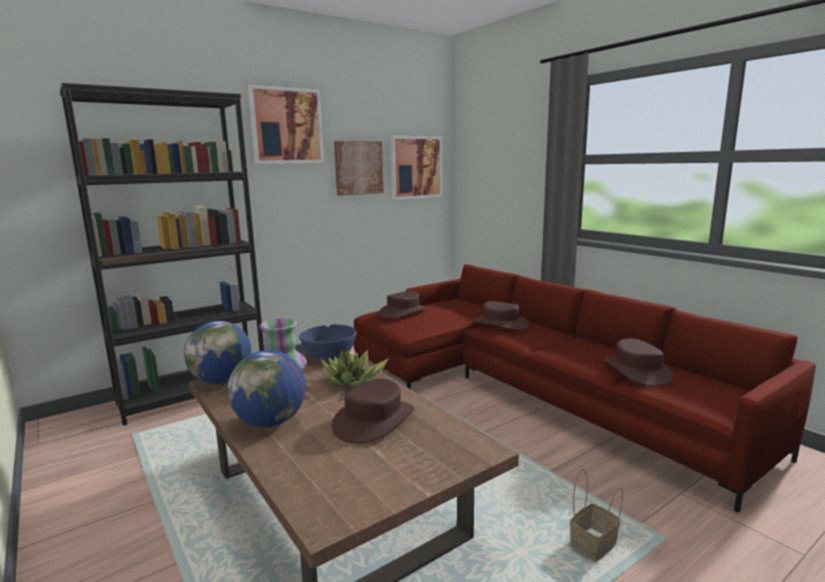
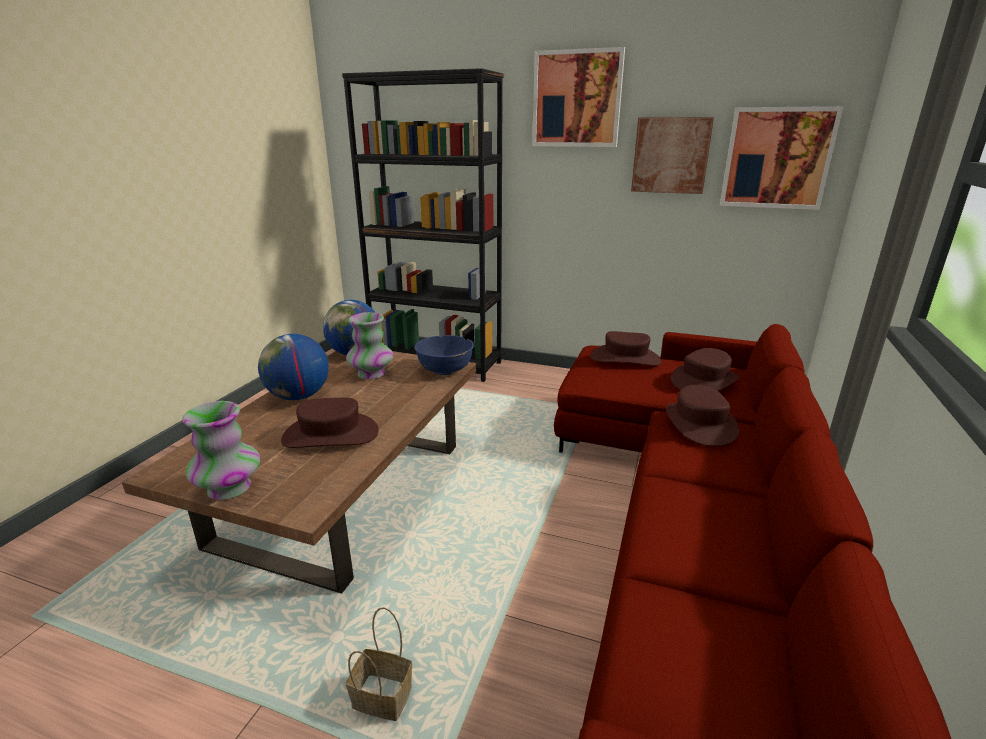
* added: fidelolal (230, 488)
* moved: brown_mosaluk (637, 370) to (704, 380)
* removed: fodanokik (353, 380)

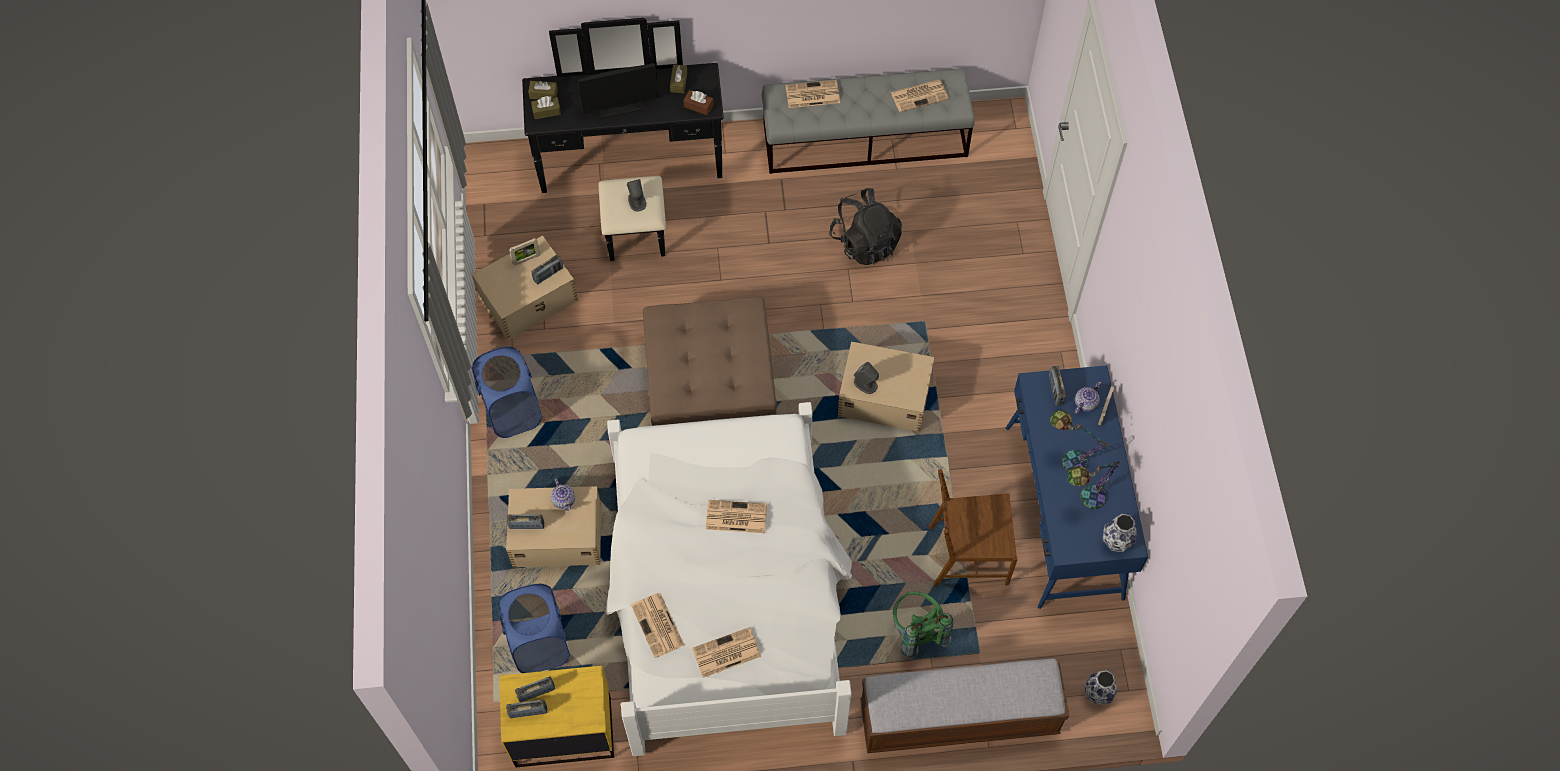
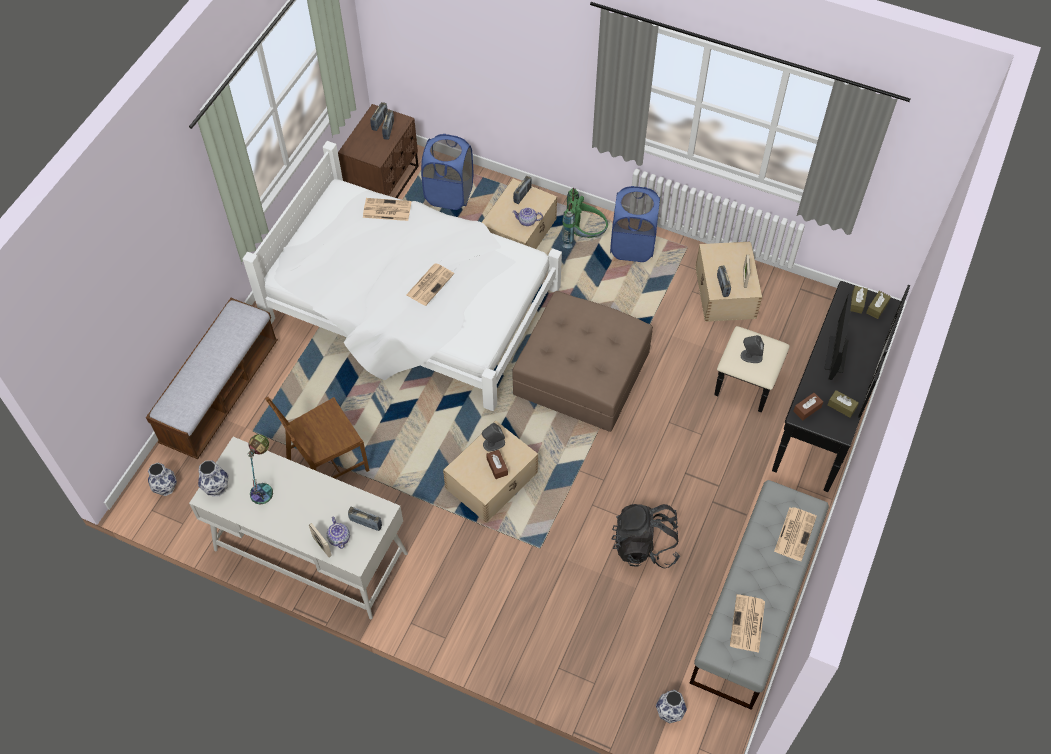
* recoloured: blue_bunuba (1063, 511) to white_bunuba (310, 551)
* turned: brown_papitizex (967, 555) = (327, 464) 150 degrees counterclockwise
* recoloured: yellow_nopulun (563, 731) to brown_nopulun (384, 183)
* added: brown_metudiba (497, 467)
* moved: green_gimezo (917, 631) to (583, 237)
* added: fidelolal (669, 712)
* removed: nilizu (725, 653)
* removed: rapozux (1068, 458)

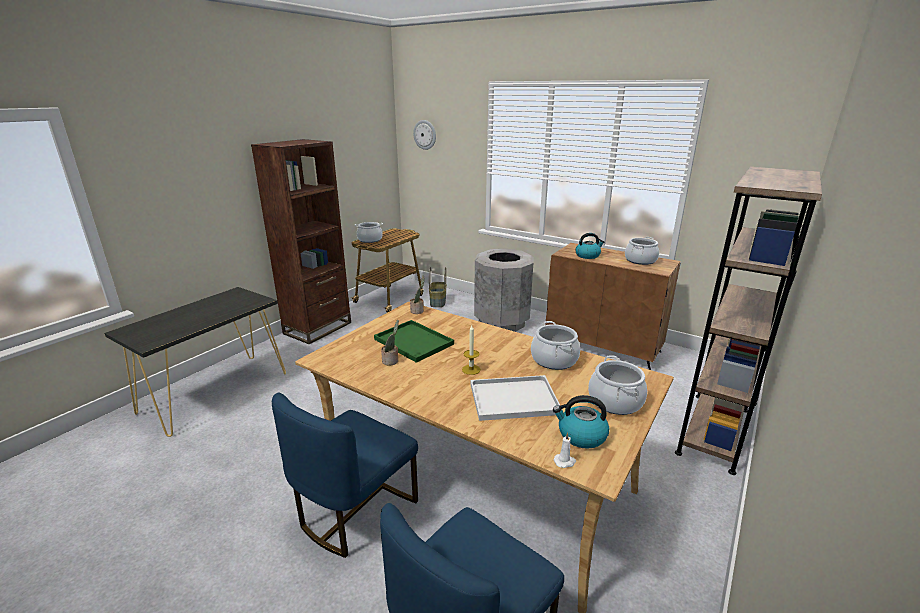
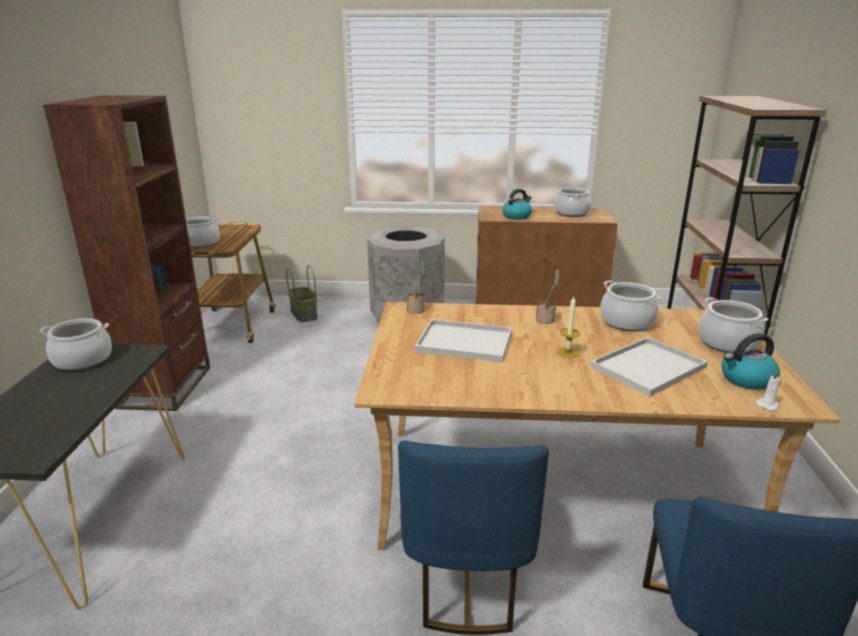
* added: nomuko (83, 360)
* recoloured: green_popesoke (412, 341) to white_popesoke (462, 342)
* moved: fodanokik (391, 361) to (546, 319)
* removed: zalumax (425, 134)

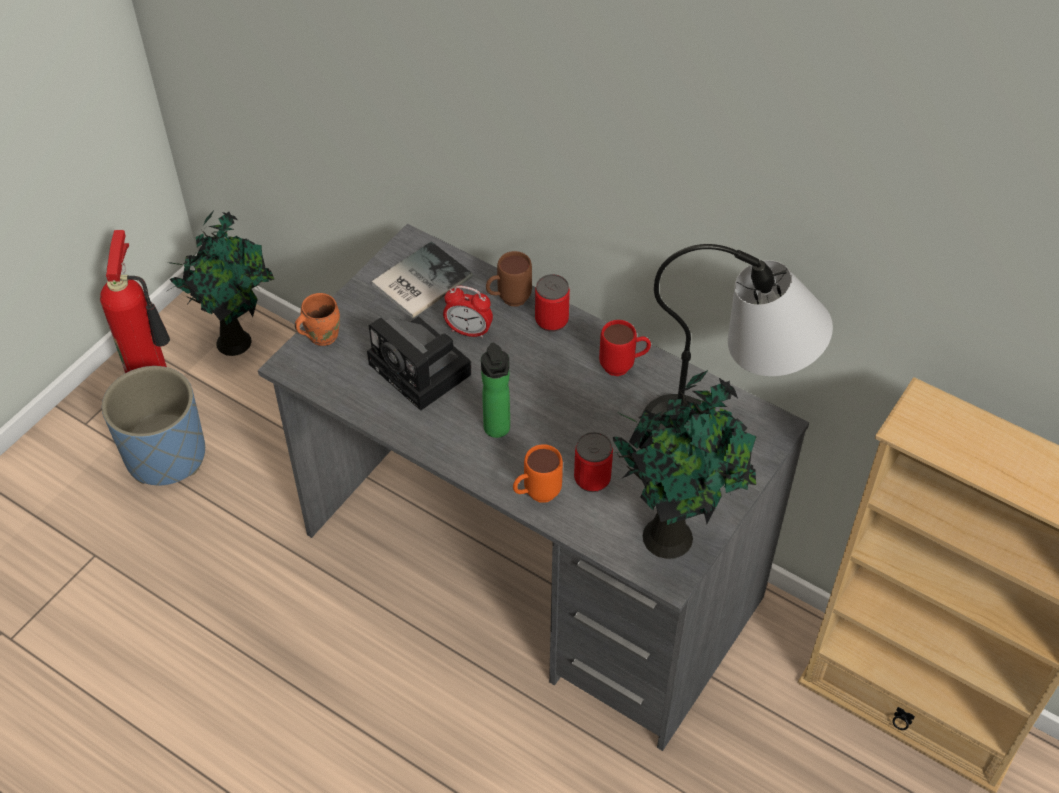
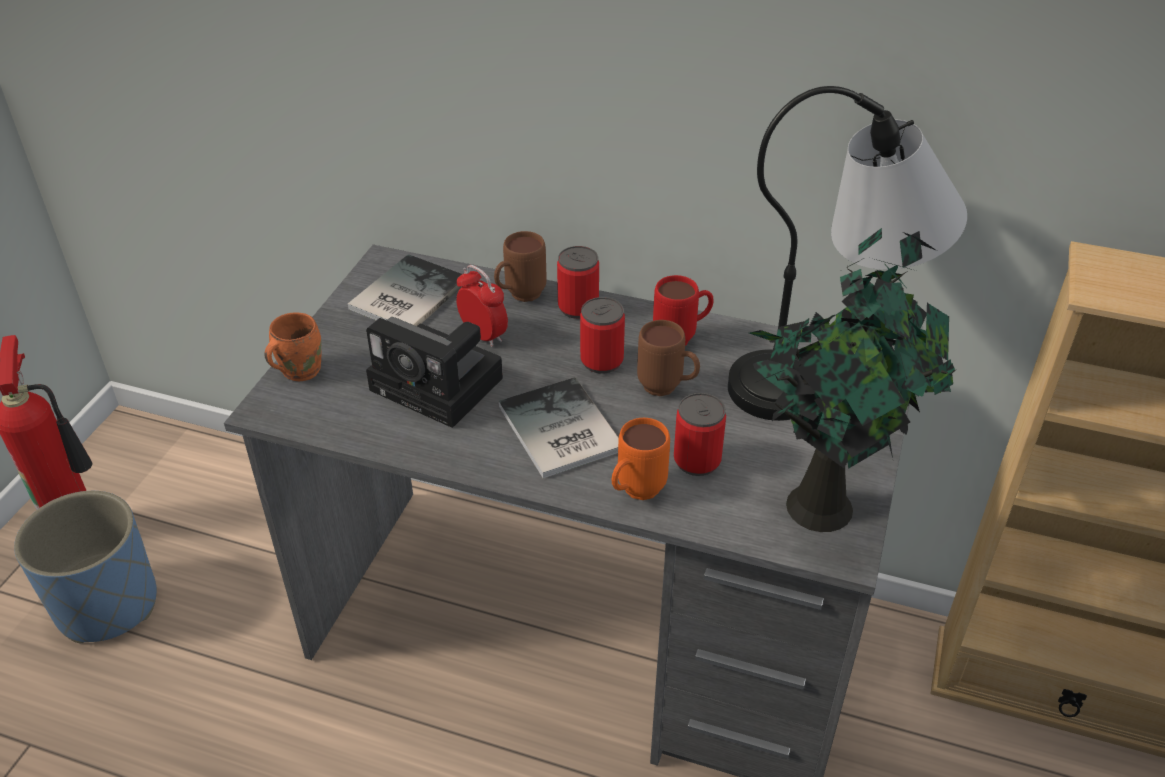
* turned: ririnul (469, 331) = (483, 335) 135 degrees counterclockwise
* replaced: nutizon (497, 431) to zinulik (558, 432)
* added: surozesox (601, 361)
* added: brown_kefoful (667, 389)
* removed: fodanokik (236, 340)

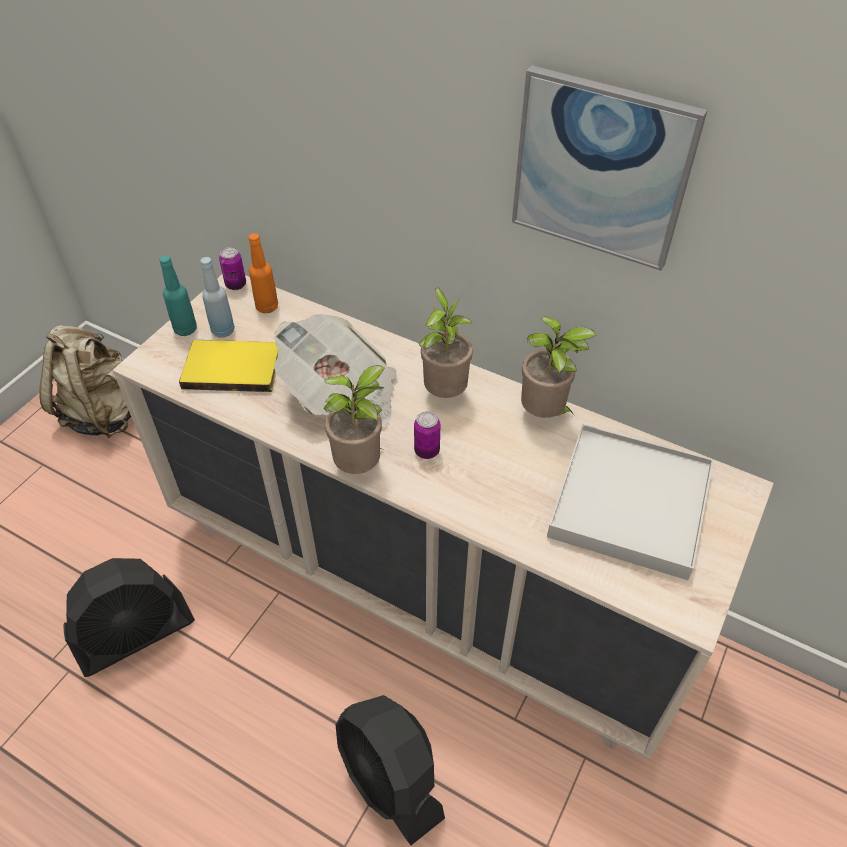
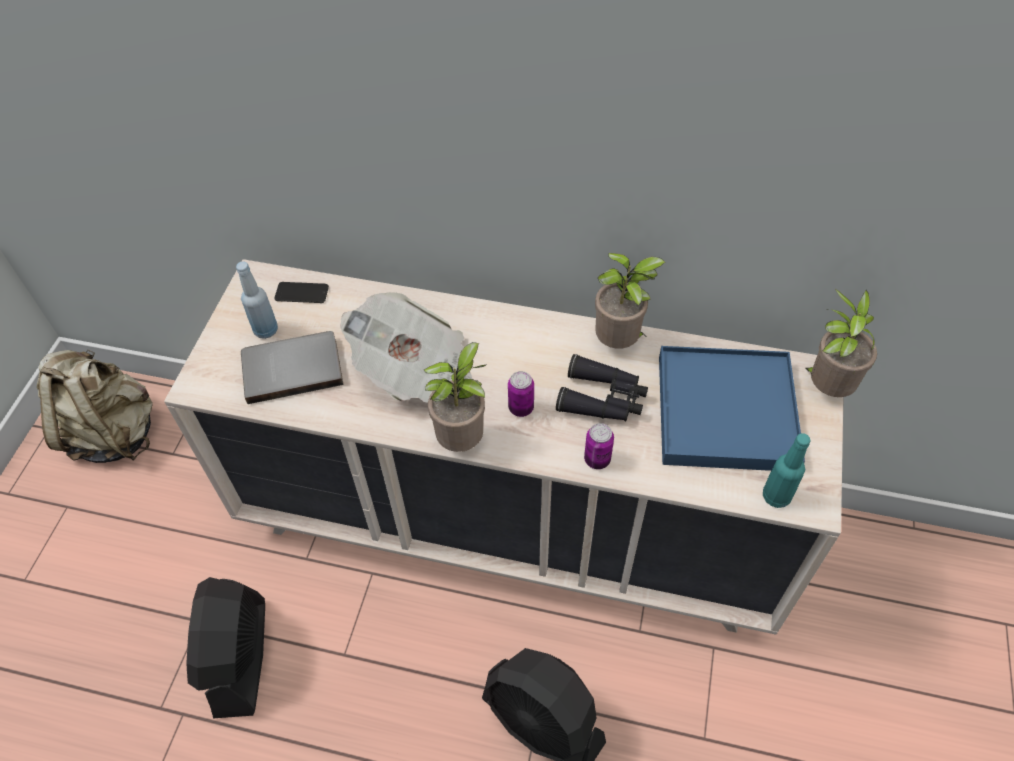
* turned: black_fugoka (136, 635) = (240, 657) 135 degrees clockwise
* recoloured: yellow_zinulik (233, 367) to grey_zinulik (292, 367)
* replaced: orange_nutizon (267, 307) to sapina (302, 293)
* added: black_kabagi (603, 399)
* moved: surozesox (236, 285) to (597, 459)
* recoloured: white_popesoke (629, 503) to blue_popesoke (725, 412)
* moved: turquoise_nutizon (185, 329) to (776, 496)
* moved: fodanokik (444, 392) to (826, 387)
* removed: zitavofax (601, 169)

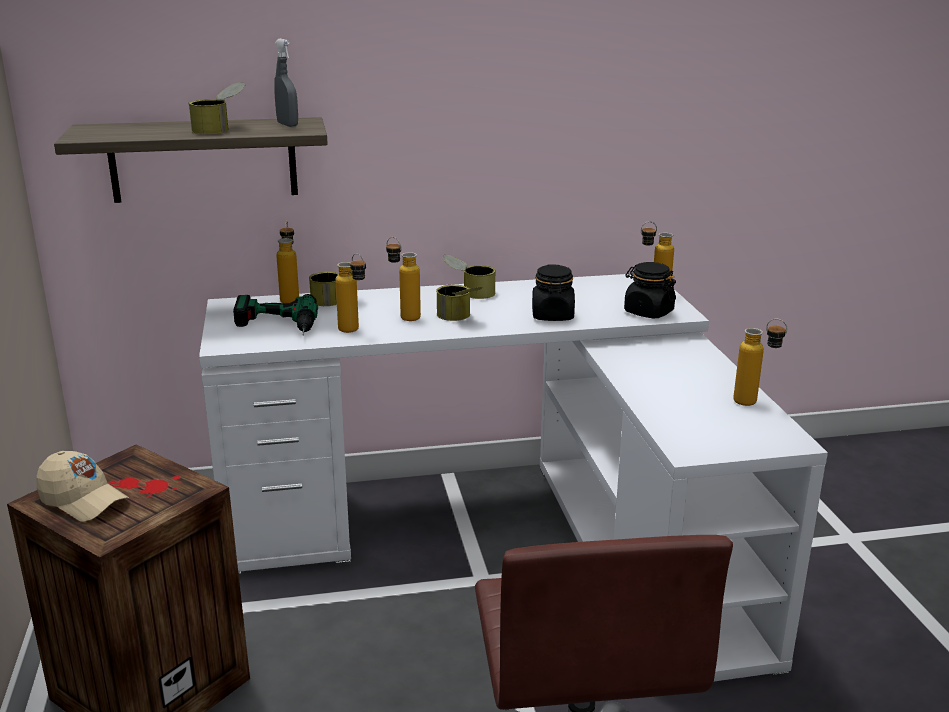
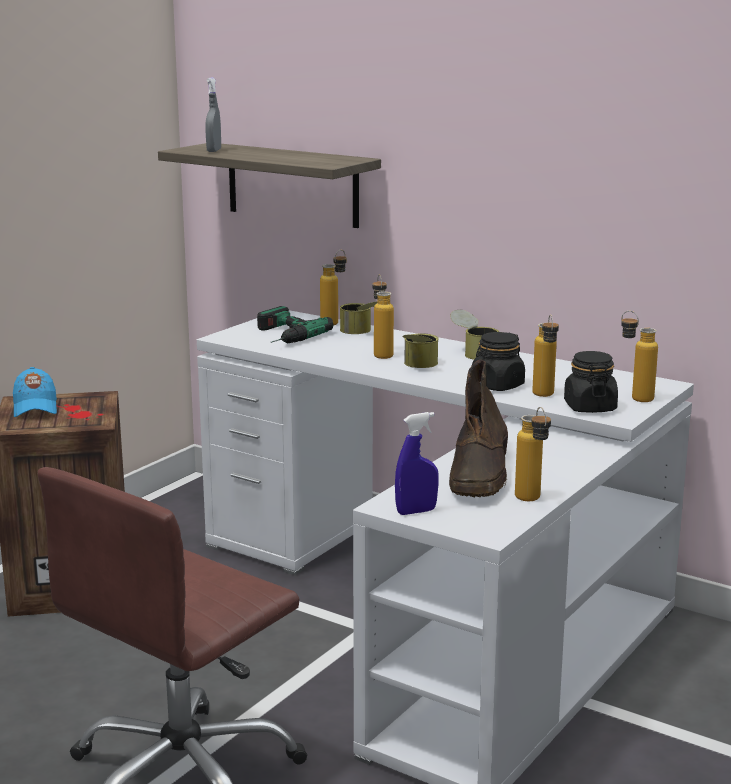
* recoloured: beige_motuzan (83, 500) to blue_motuzan (35, 408)
* moved: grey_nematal (287, 125) to (214, 151)
* added: blue_nematal (416, 511)
* added: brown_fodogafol (479, 474)
* moved: nutizon (354, 331) to (544, 396)
* removed: surozesox (220, 129)

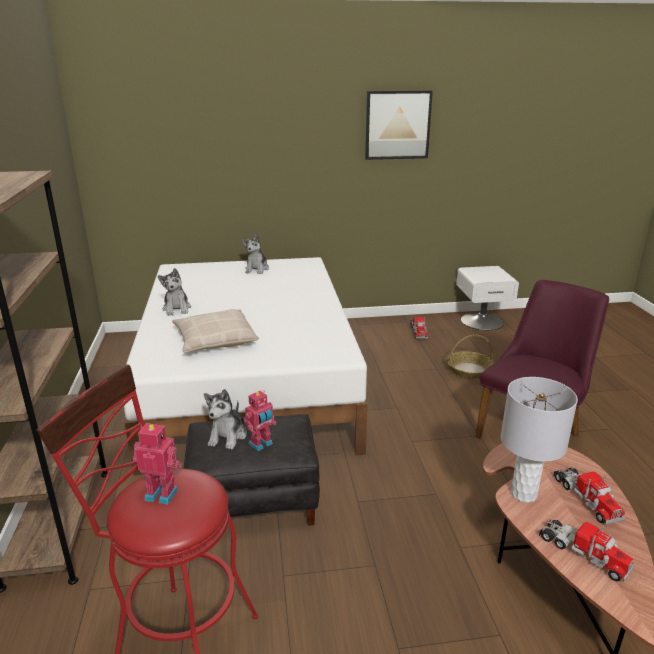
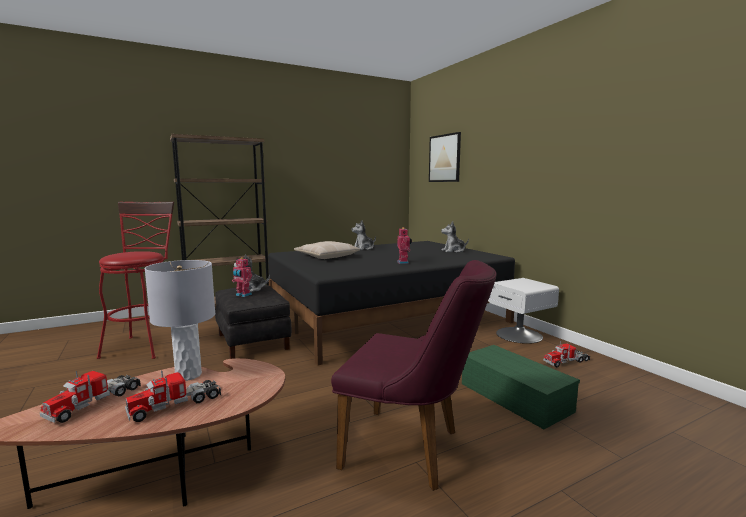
* recoloured: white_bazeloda (249, 381) to black_bazeloda (387, 318)
* moved: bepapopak (162, 493) to (403, 262)
* moved: zitavofax (397, 125) to (444, 158)
* replaced: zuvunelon (469, 370) to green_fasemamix (516, 397)
* moved: white_nopulun (482, 321) to (519, 335)

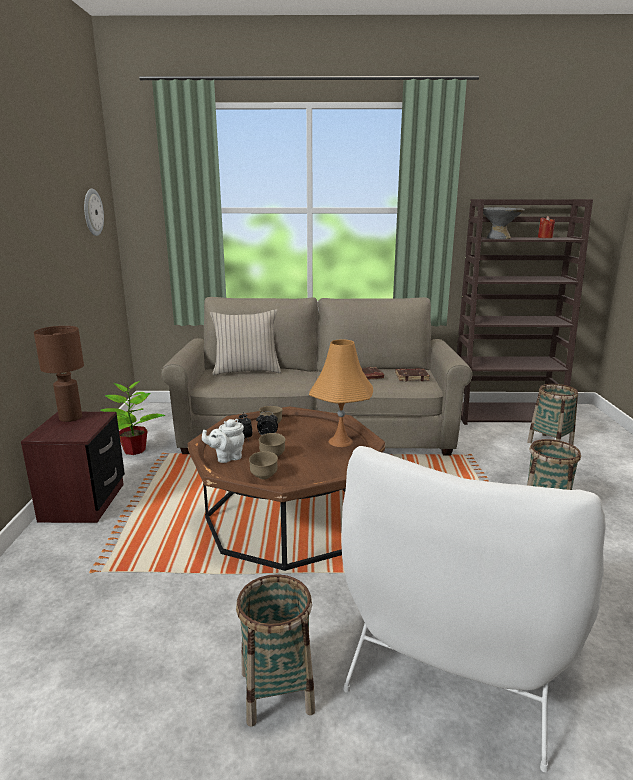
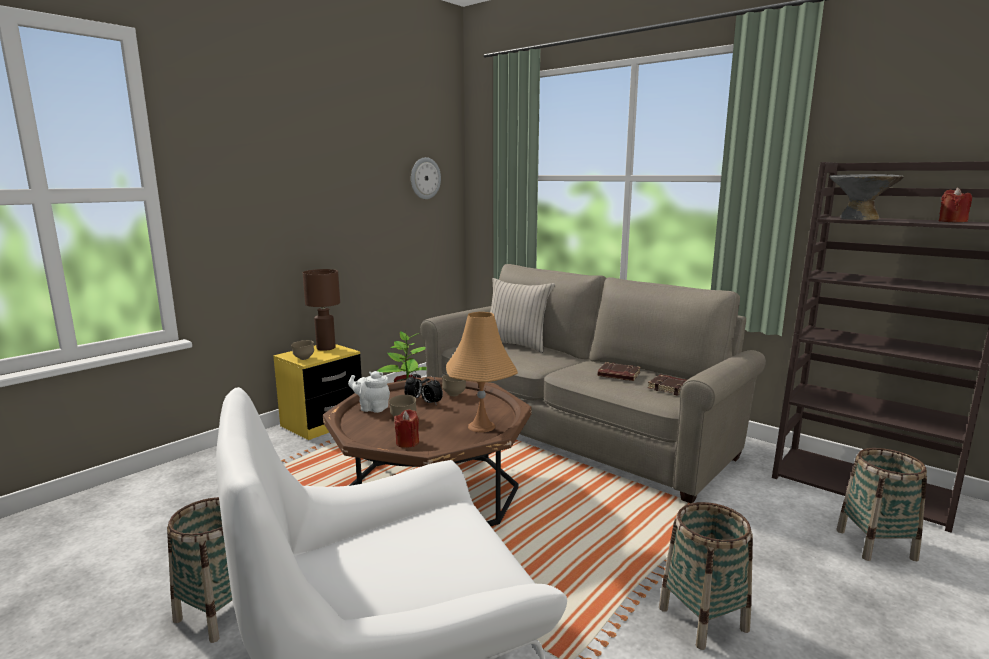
* recoloured: brown_nopulun (83, 502) to yellow_nopulun (322, 423)
* moved: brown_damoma (264, 477) to (303, 359)
* added: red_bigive (407, 442)

